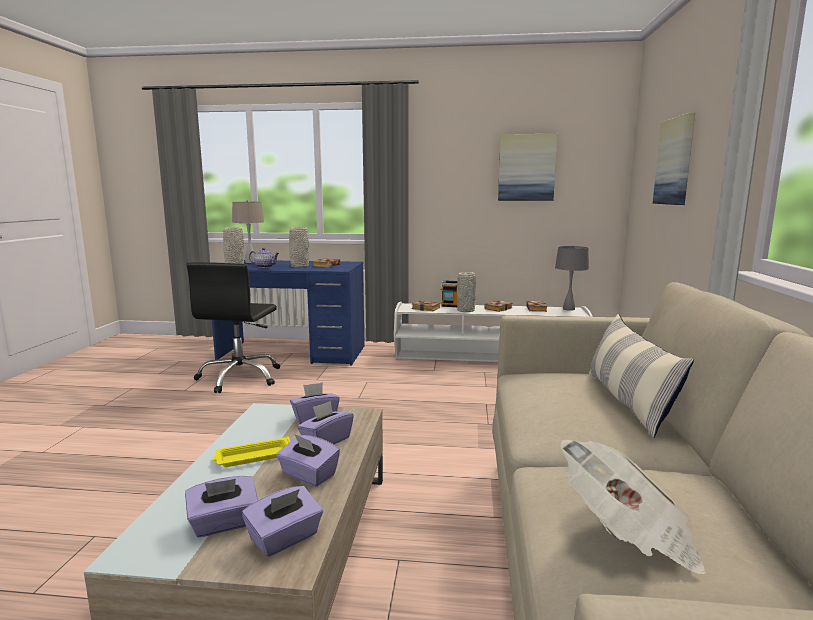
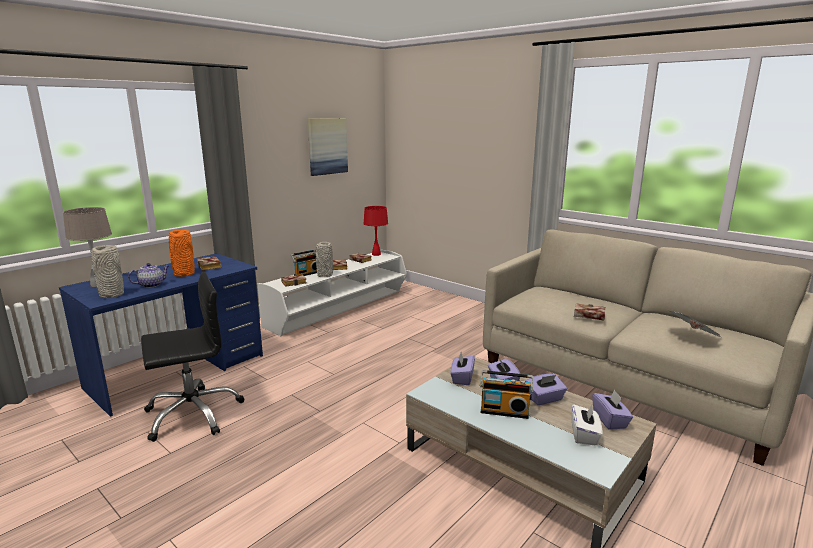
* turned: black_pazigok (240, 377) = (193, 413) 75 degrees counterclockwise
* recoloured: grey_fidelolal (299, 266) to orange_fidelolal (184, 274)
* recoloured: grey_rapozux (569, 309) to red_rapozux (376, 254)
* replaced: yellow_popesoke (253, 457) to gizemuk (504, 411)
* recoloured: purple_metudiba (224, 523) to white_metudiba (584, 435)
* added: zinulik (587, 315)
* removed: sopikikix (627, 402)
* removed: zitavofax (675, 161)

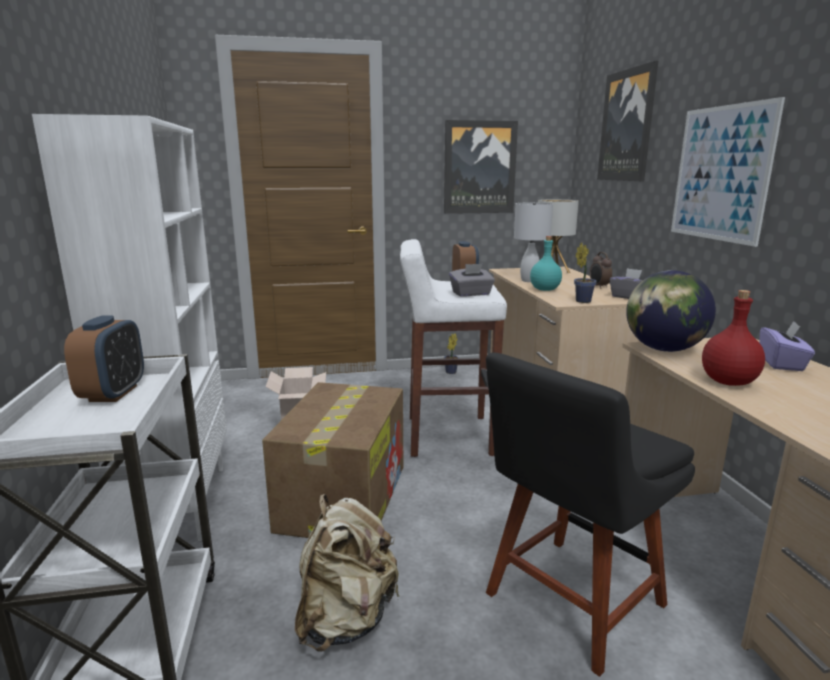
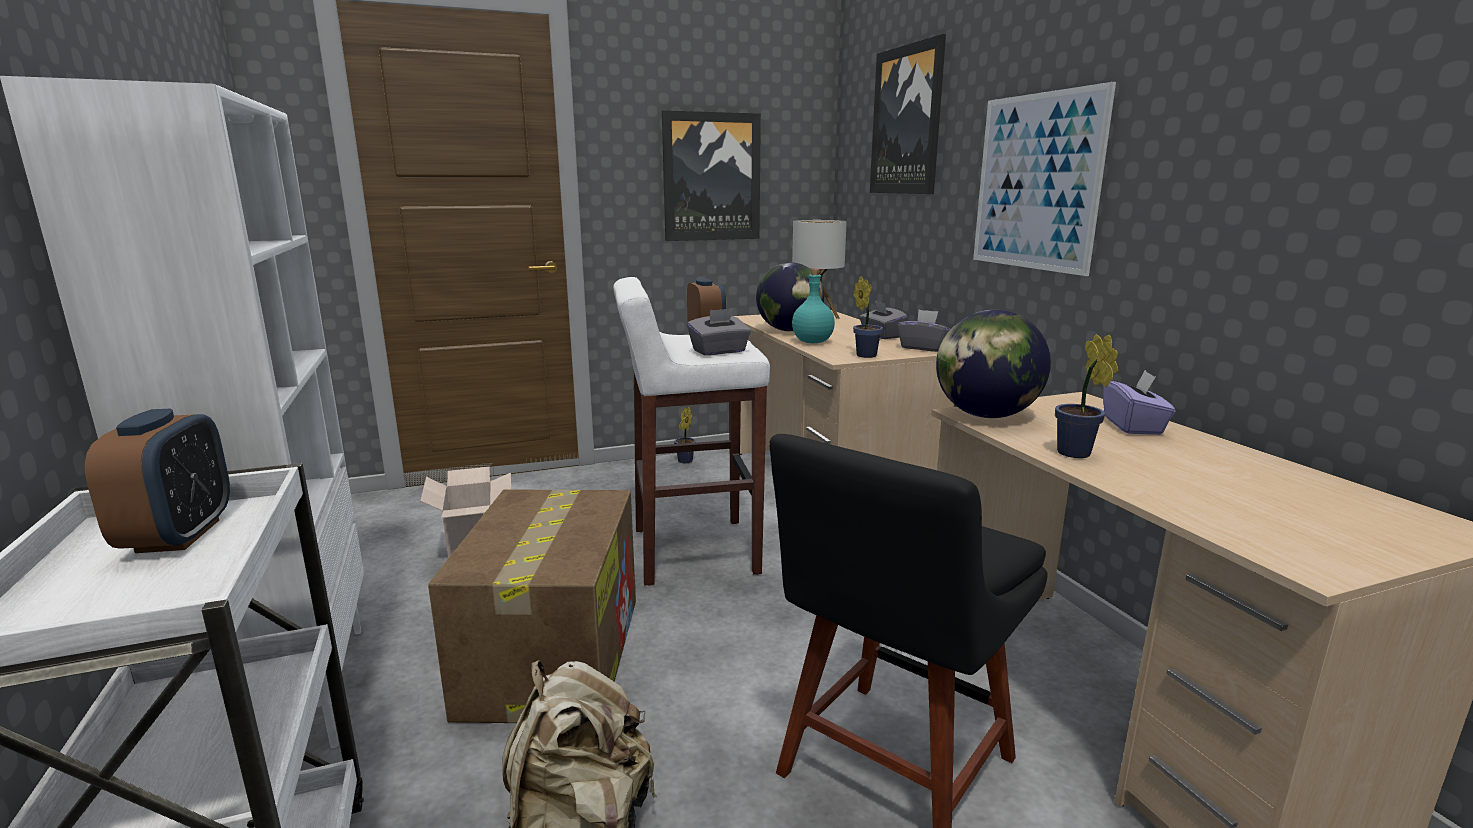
* replaced: white_rapozux (529, 280) to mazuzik (789, 330)
* replaced: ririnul (598, 287) to grey_metudiba (881, 335)
* replaced: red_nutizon (727, 382) to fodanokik (1076, 454)

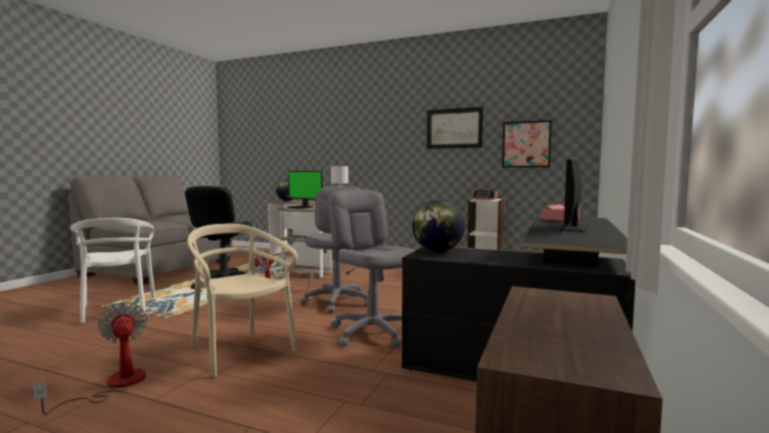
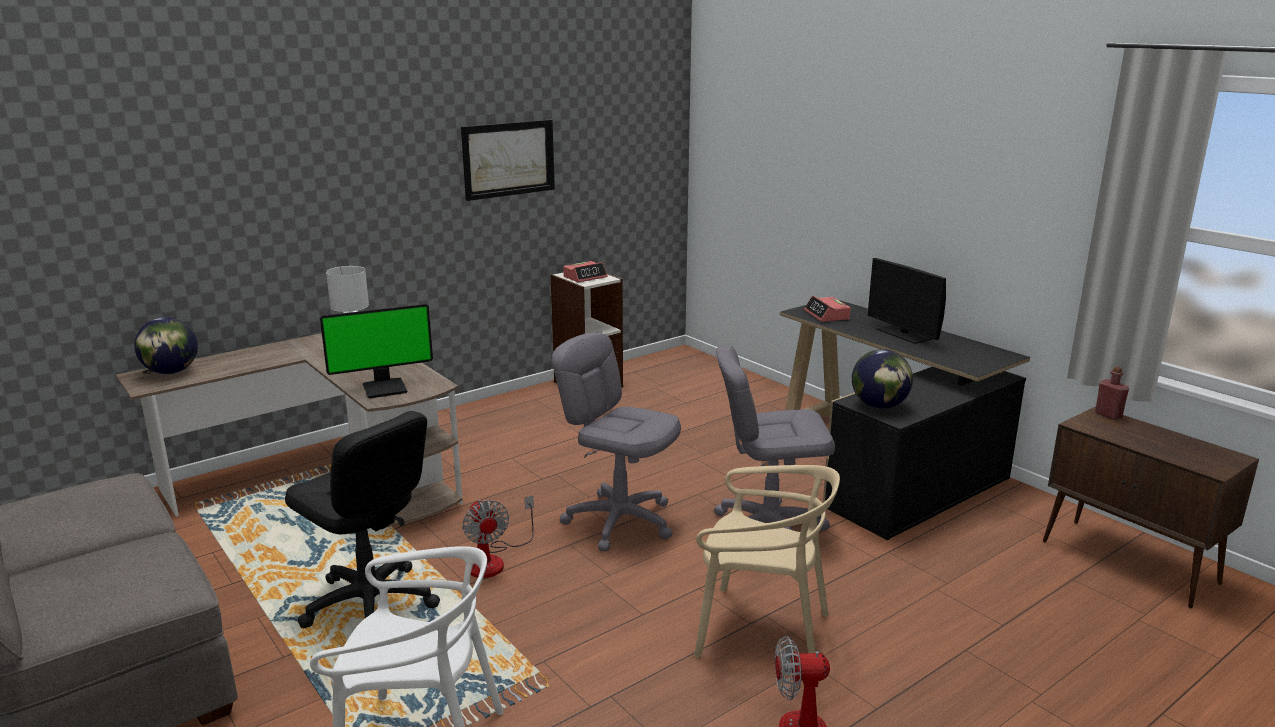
* turned: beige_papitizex (240, 350) = (761, 631) 150 degrees counterclockwise
* added: red_nutizon (1108, 415)
* removed: zitavofax (526, 144)

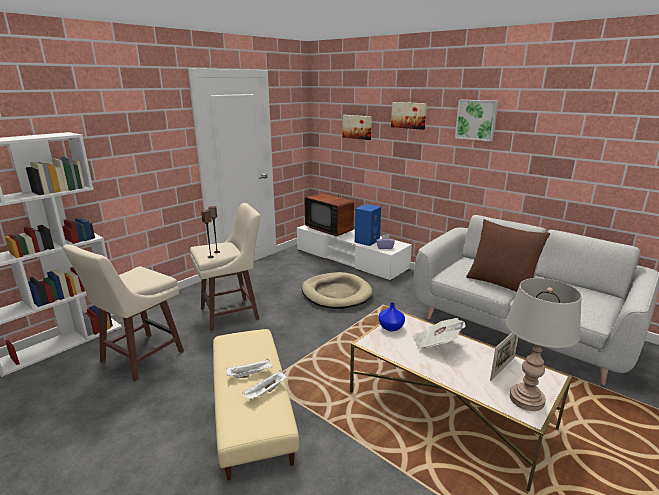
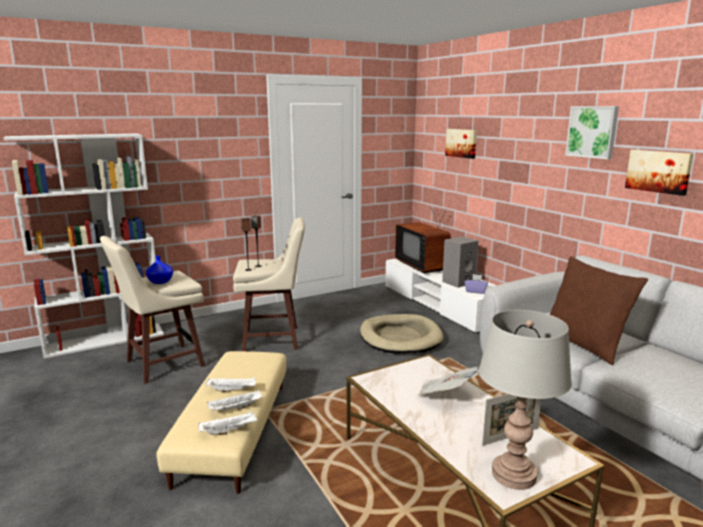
* moved: blue_fidelolal (390, 327) to (160, 281)
* added: white_popesoke (229, 430)
* recoloured: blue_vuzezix (367, 241) to grey_vuzezix (458, 282)
* moved: zitavofax (409, 115) to (659, 171)

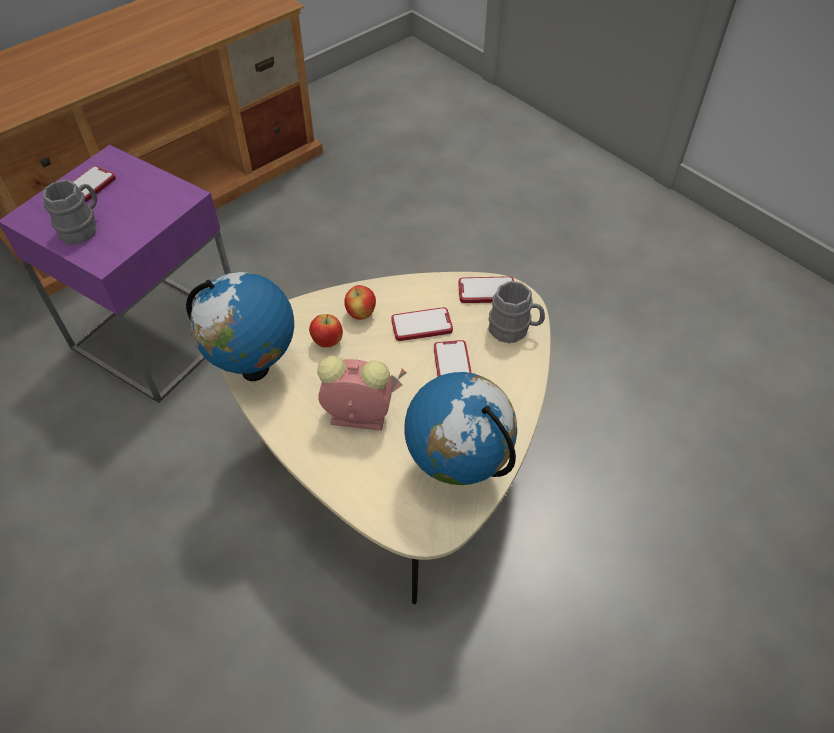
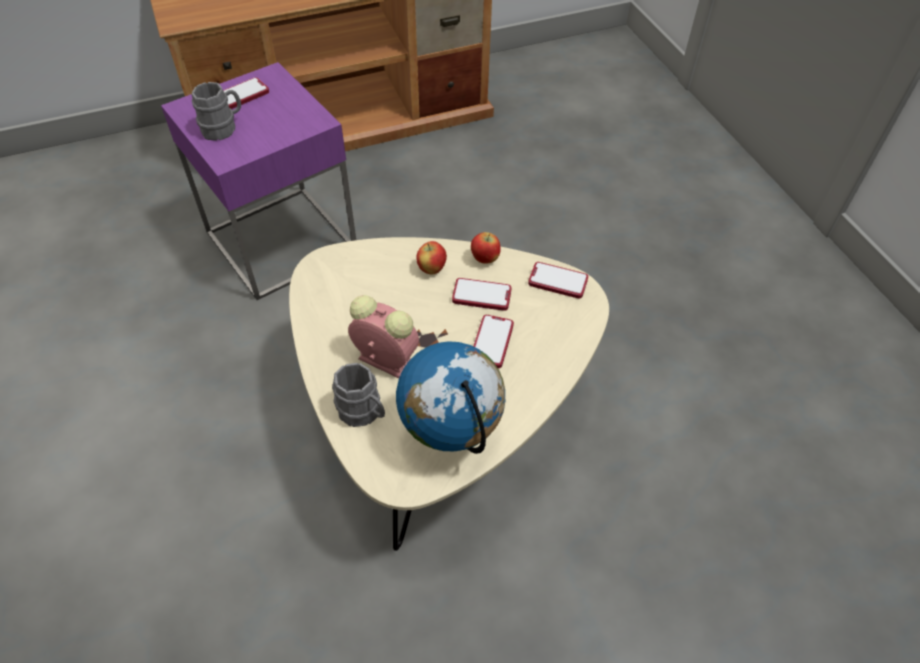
* moved: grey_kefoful (514, 330) to (363, 413)
* moved: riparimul (327, 342) to (485, 259)
* removed: mazuzik (255, 369)

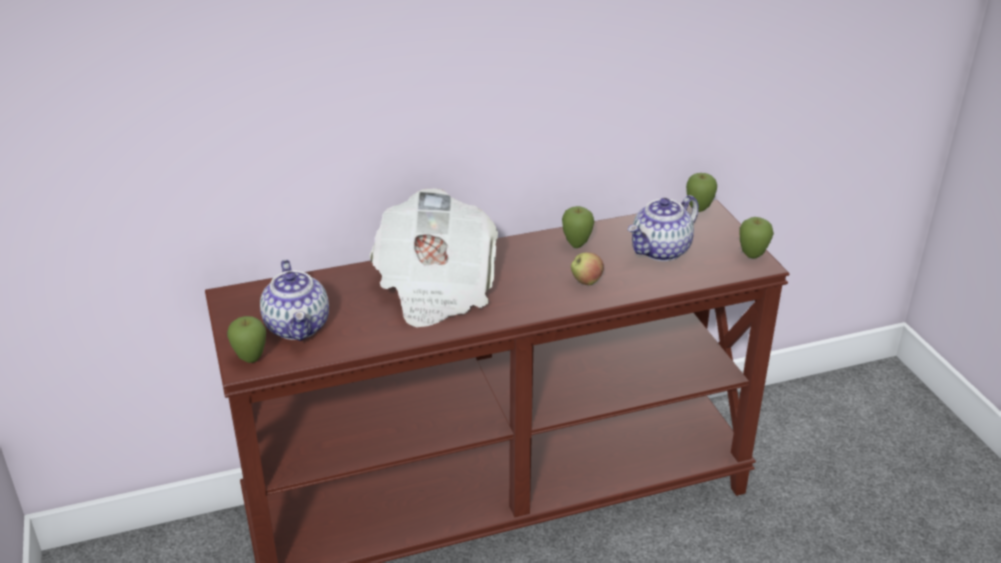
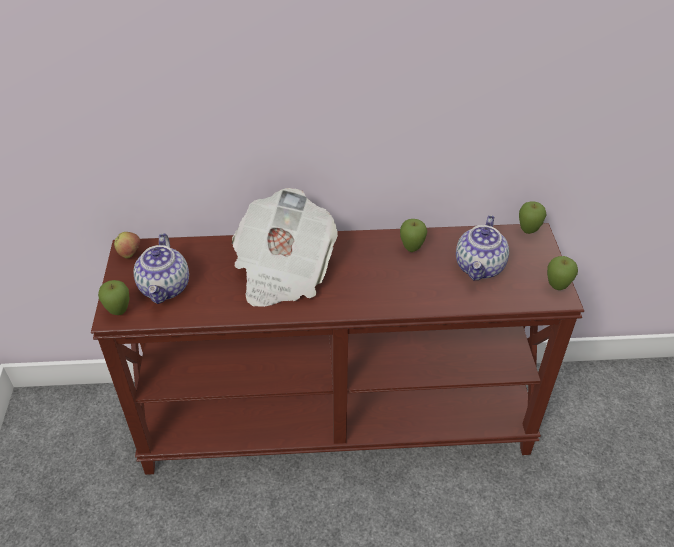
* moved: riparimul (586, 282) to (130, 254)
* turned: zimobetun (661, 251) = (480, 267) 45 degrees counterclockwise

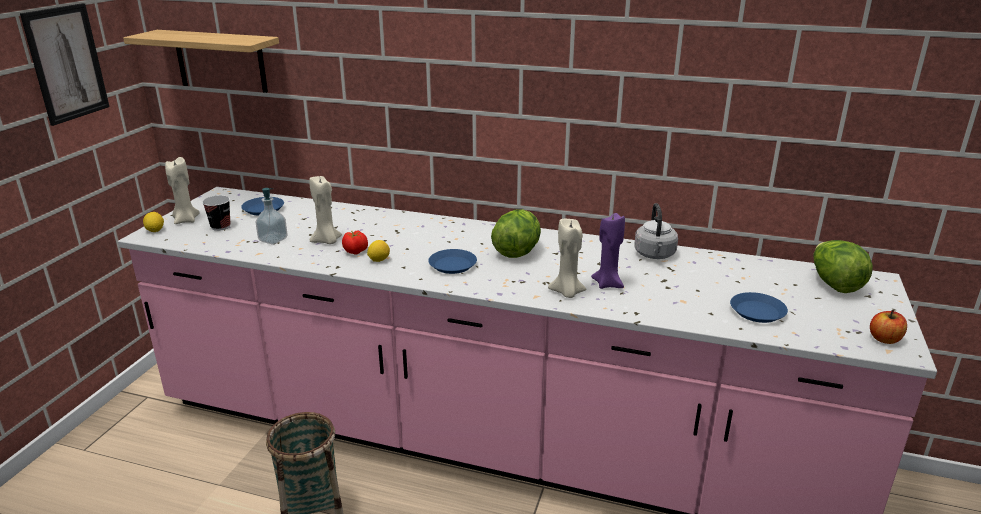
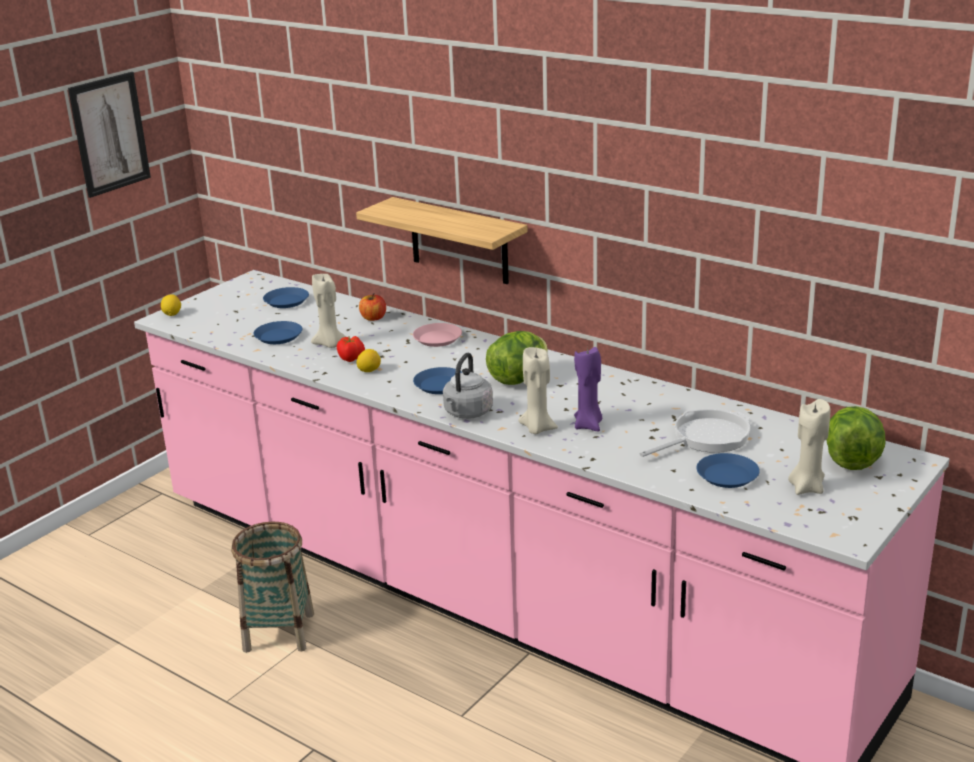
* replaced: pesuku (273, 240) to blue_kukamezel (278, 337)
* moved: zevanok (220, 61) to (459, 241)
* moved: riparimul (884, 339) to (373, 318)
* added: pink_kukamezel (437, 339)
* moved: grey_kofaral (655, 255) to (467, 413)
* added: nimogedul (706, 437)
* moved: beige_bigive (185, 220) to (806, 487)
* removed: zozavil (220, 227)

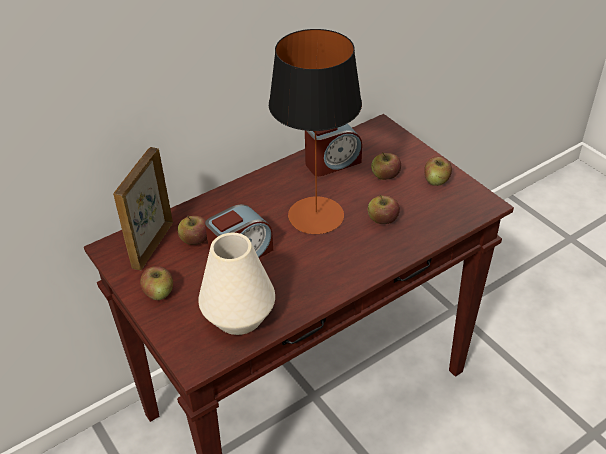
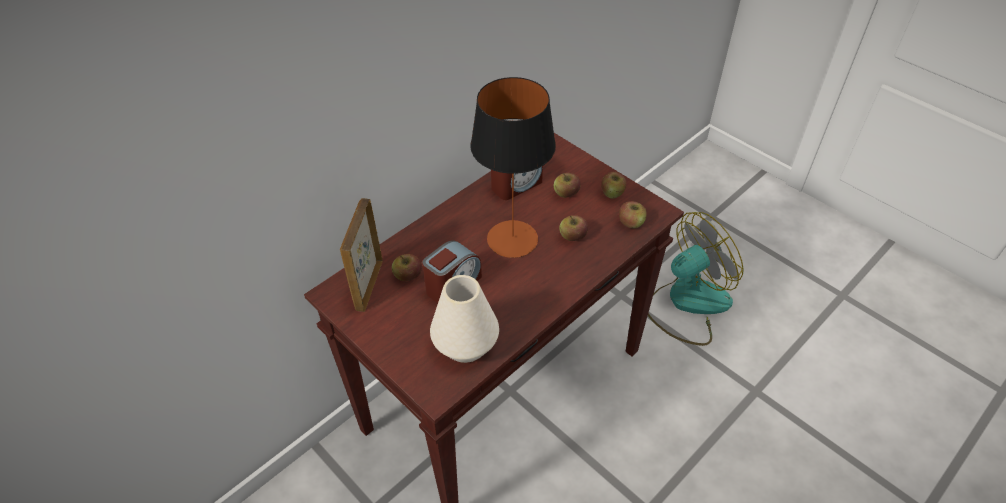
* moved: riparimul (159, 292) to (631, 222)
* added: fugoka (687, 303)

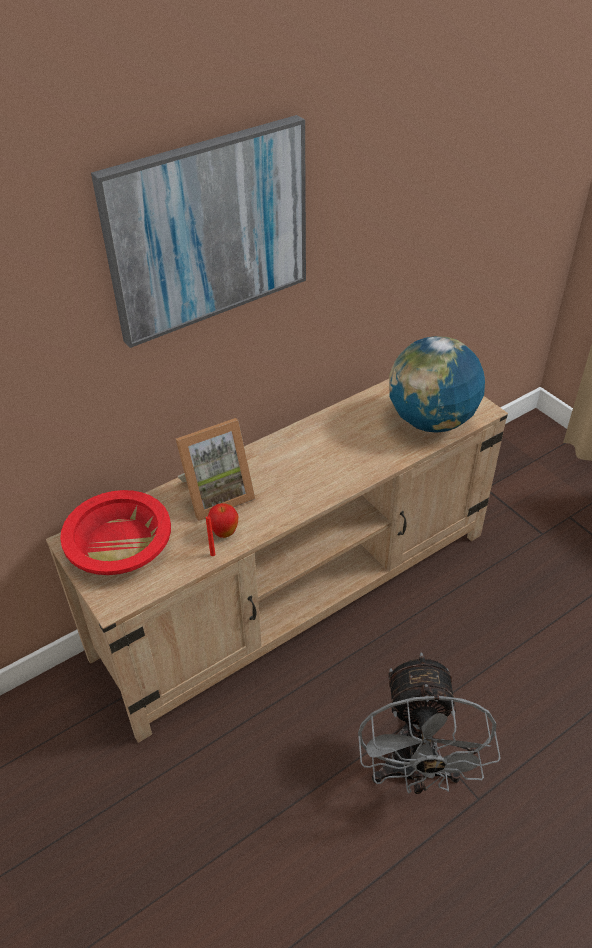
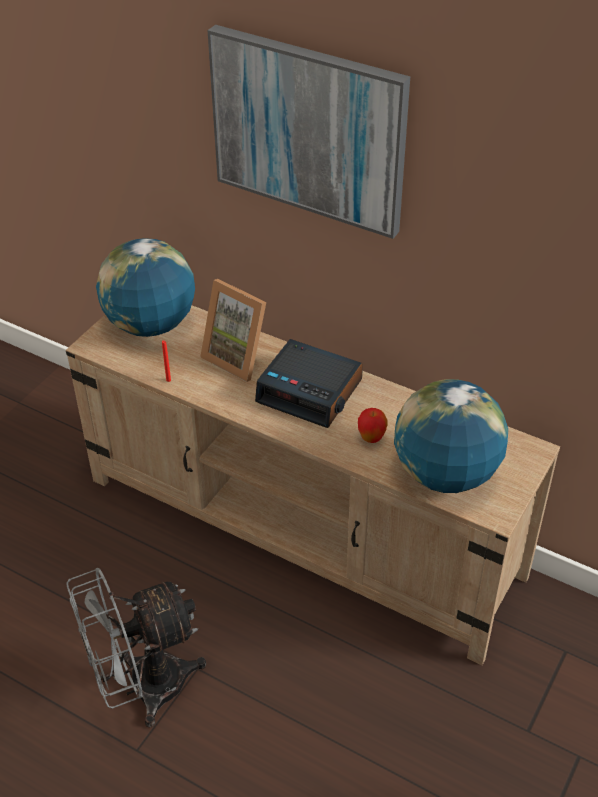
* replaced: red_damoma (120, 545) to mazuzik (150, 325)
* added: ririnul (310, 391)
* moved: riparimul (224, 533) to (371, 438)

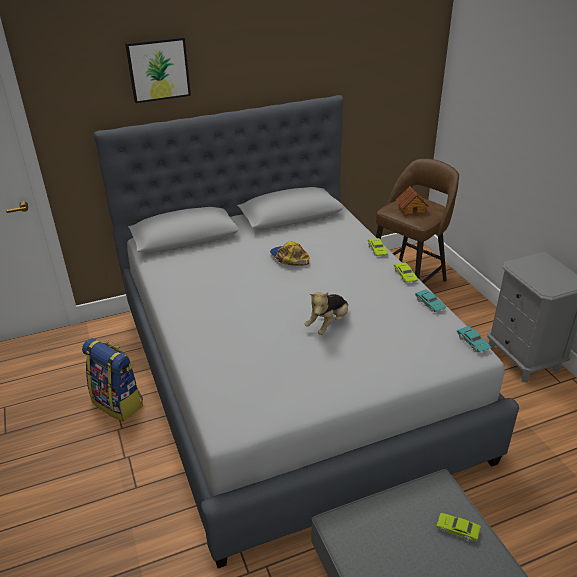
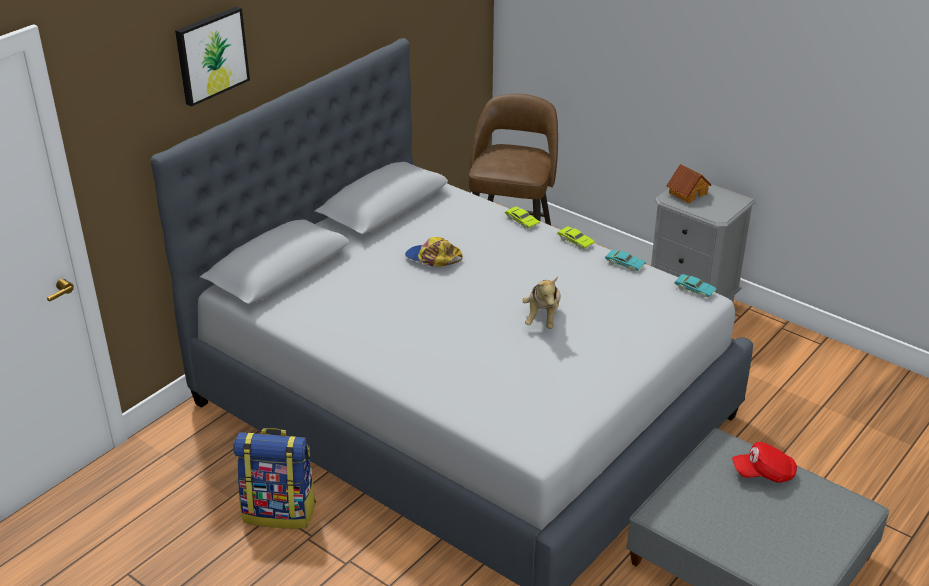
* moved: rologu (411, 208) to (687, 193)
* replaced: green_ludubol (457, 529) to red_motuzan (763, 473)

